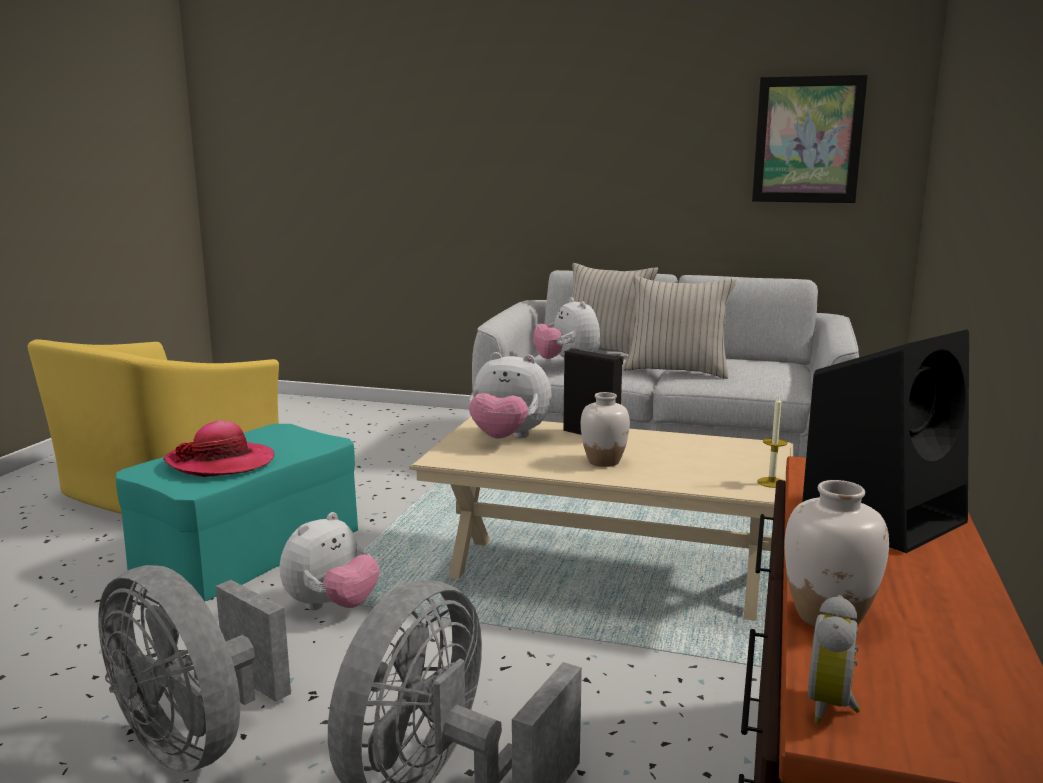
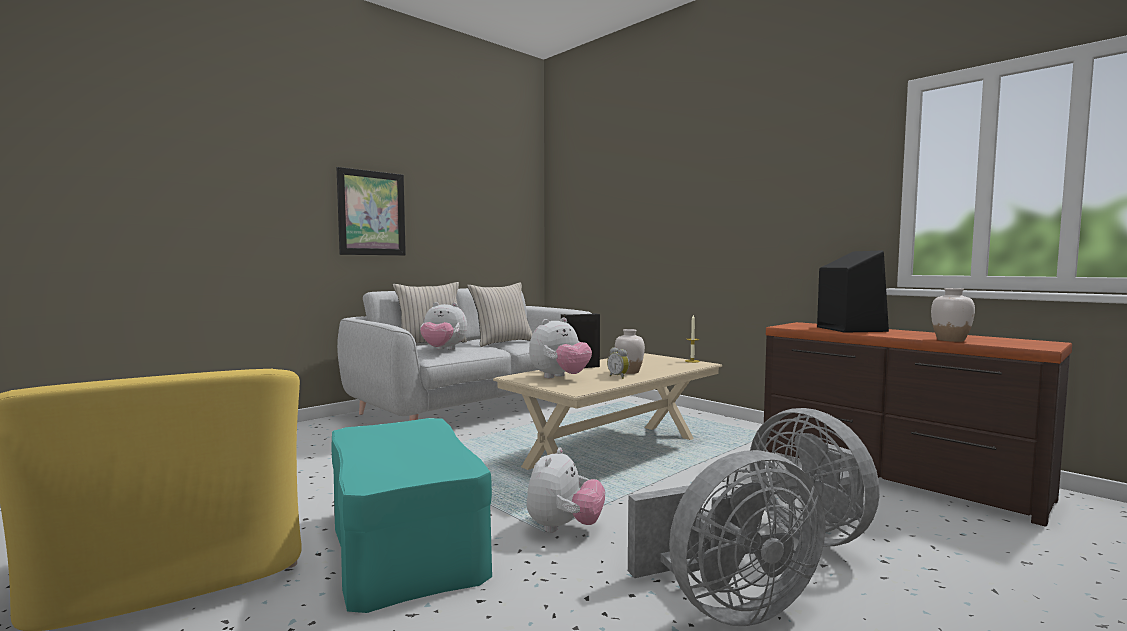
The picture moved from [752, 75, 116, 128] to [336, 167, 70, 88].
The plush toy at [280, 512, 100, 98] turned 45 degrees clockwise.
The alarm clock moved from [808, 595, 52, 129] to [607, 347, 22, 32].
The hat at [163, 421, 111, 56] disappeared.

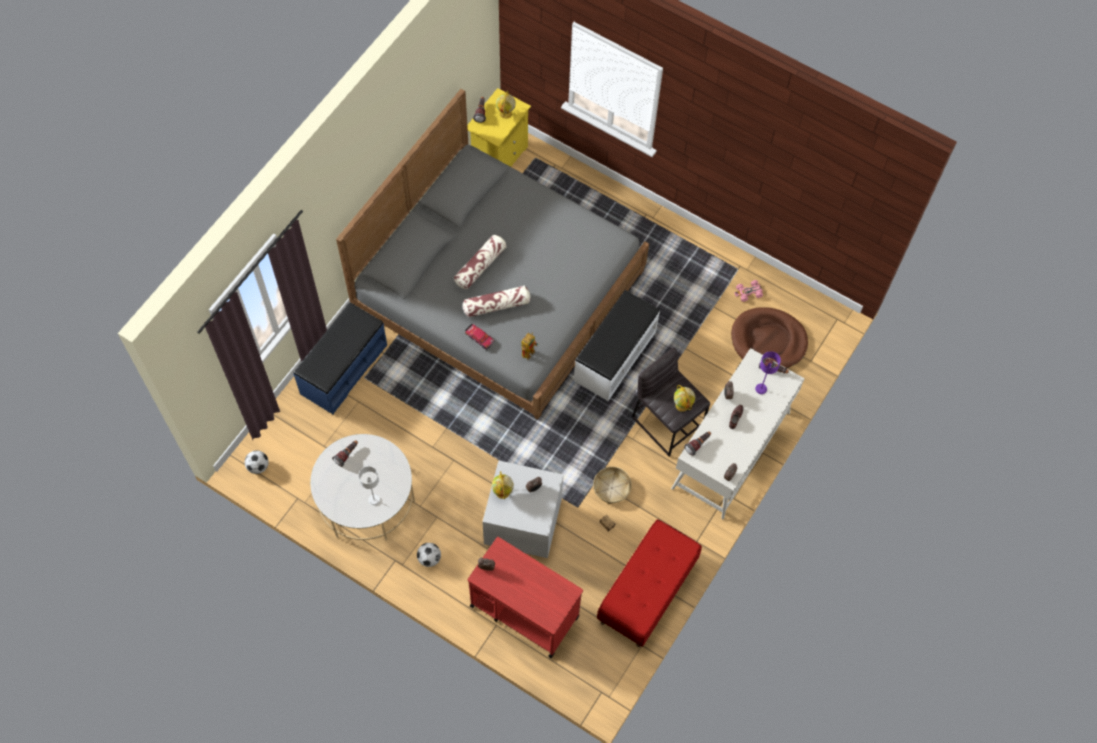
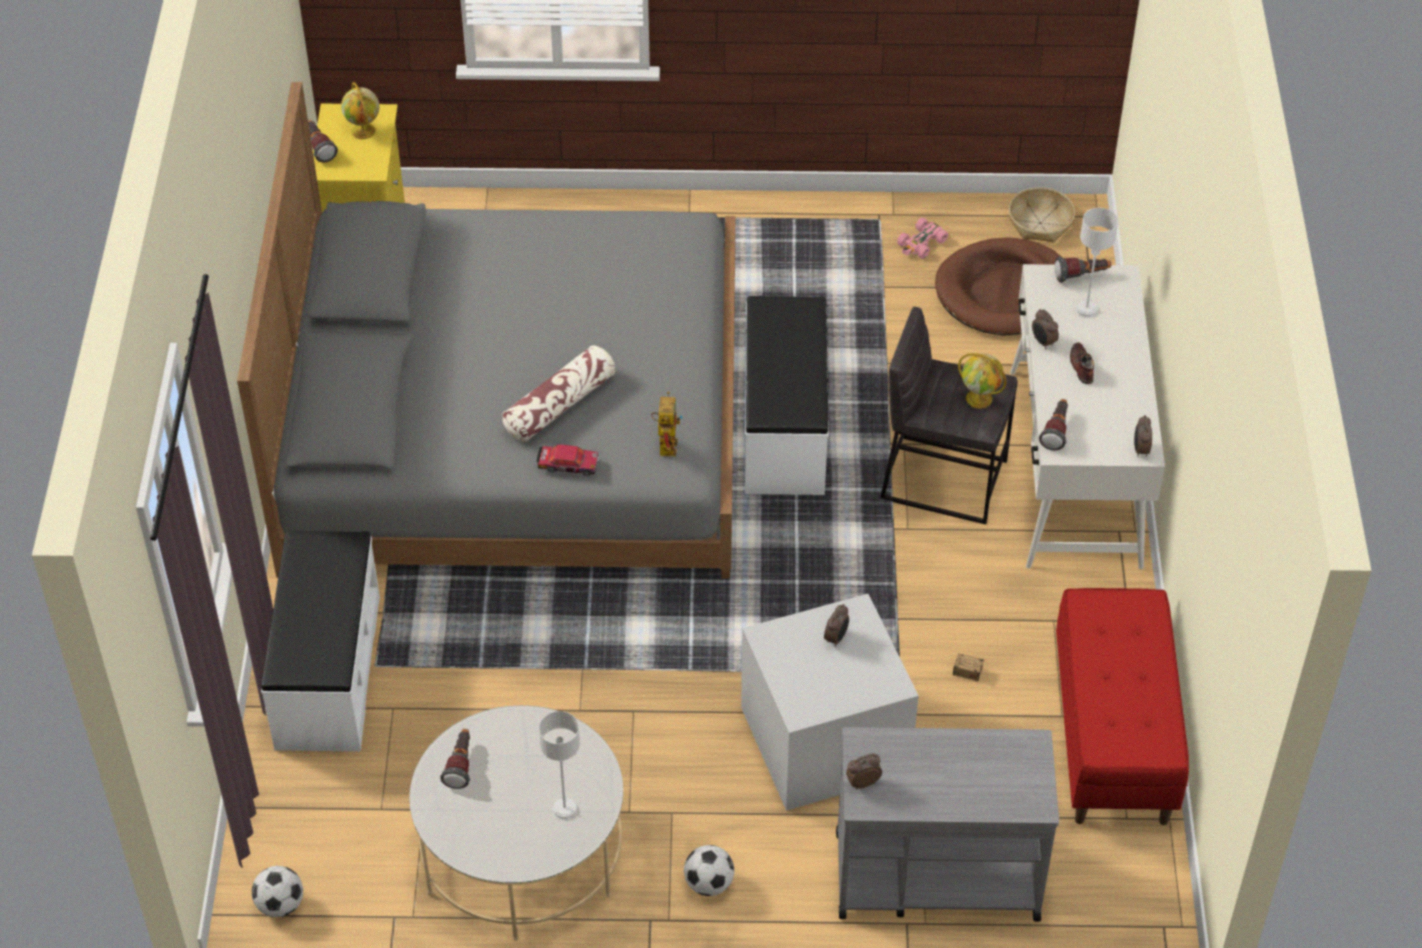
The blue bench at [293, 302, 94, 112] became the white bench at [261, 531, 119, 220].
The red cart at [468, 537, 115, 121] became the grey cart at [836, 727, 223, 195].
The basket moved from [593, 467, 39, 37] to [1009, 187, 66, 56].
The purple table lamp at [755, 351, 26, 43] became the grey table lamp at [1076, 208, 42, 110].
The pillow at [454, 235, 53, 54] disappeared.
The globe at [491, 471, 23, 28] disappeared.

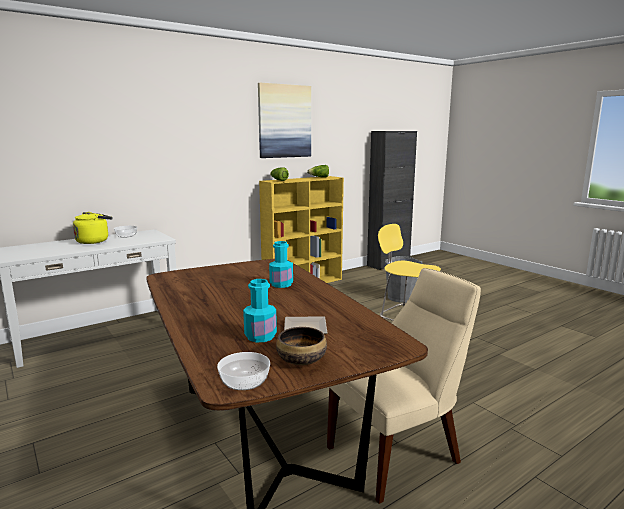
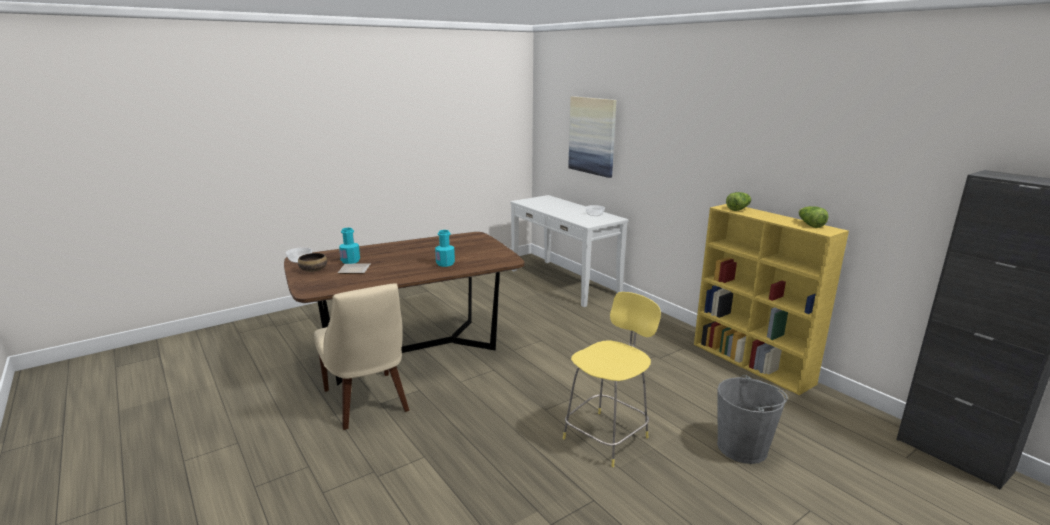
The picture moved from [258, 83, 53, 75] to [568, 96, 48, 82].
The yellow kettle at [73, 212, 40, 32] disappeared.

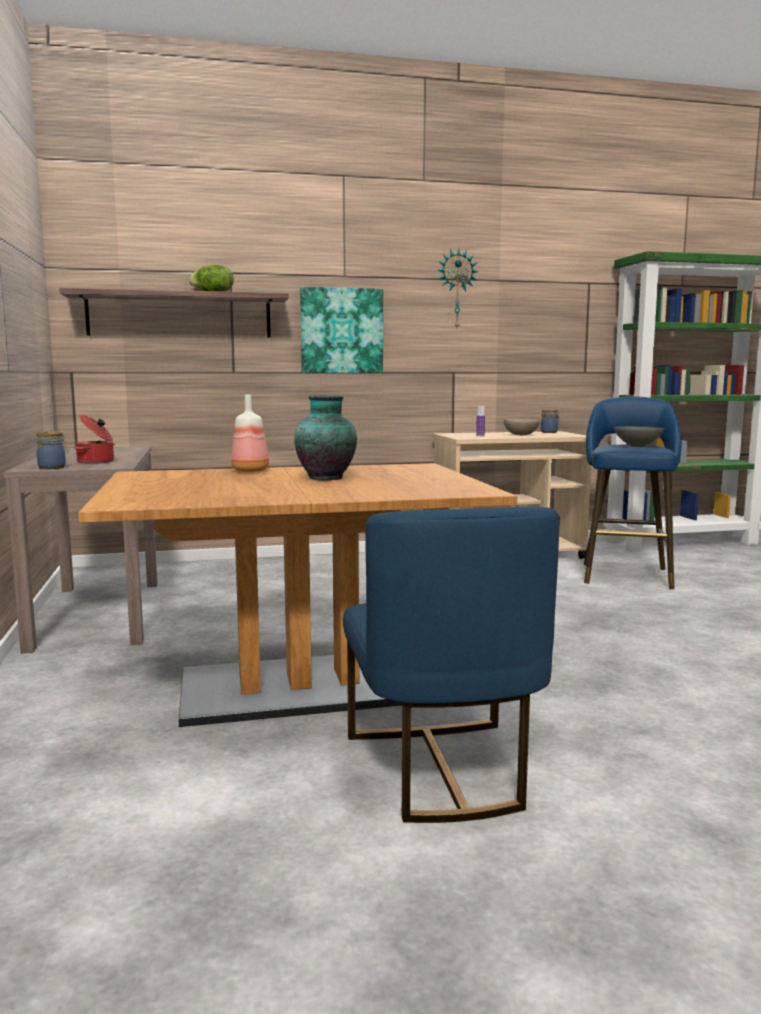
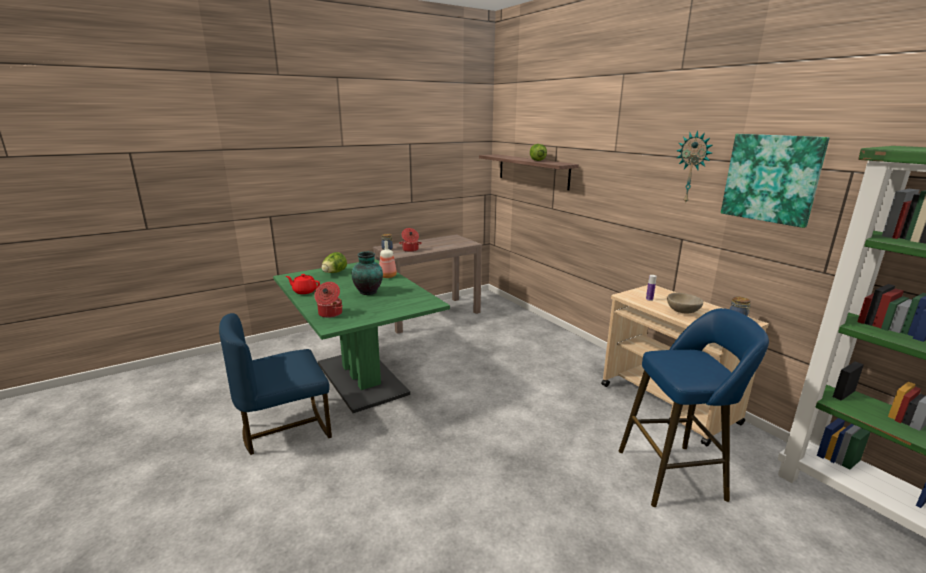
The brown dining table at [78, 463, 439, 264] became the green dining table at [273, 259, 177, 154].
The red teapot at [286, 274, 34, 20] appeared.
The cooking pot at [314, 282, 29, 36] appeared.
The lettuce at [321, 252, 26, 21] appeared.
The picture moved from [300, 287, 83, 86] to [721, 134, 108, 94].
The grey bowl at [614, 426, 50, 21] disappeared.

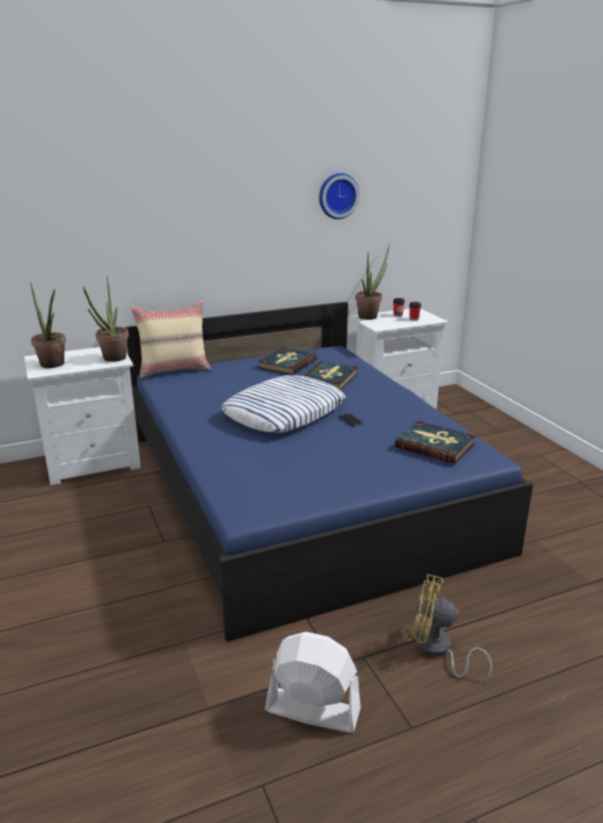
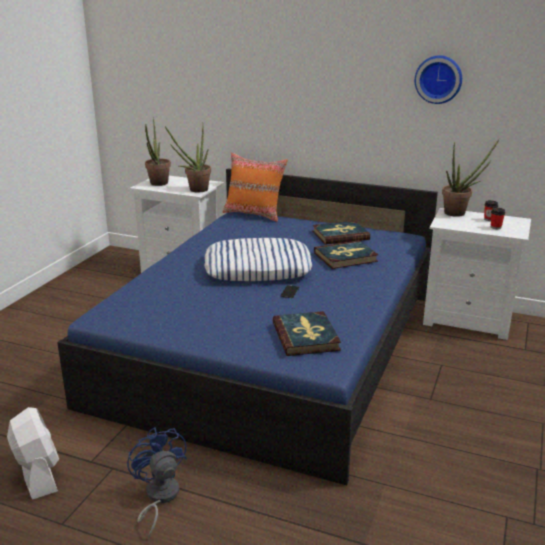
The yellow fan at [413, 574, 79, 108] became the blue fan at [127, 427, 60, 111].
The beige pillow at [131, 301, 80, 77] became the orange pillow at [223, 153, 65, 69].

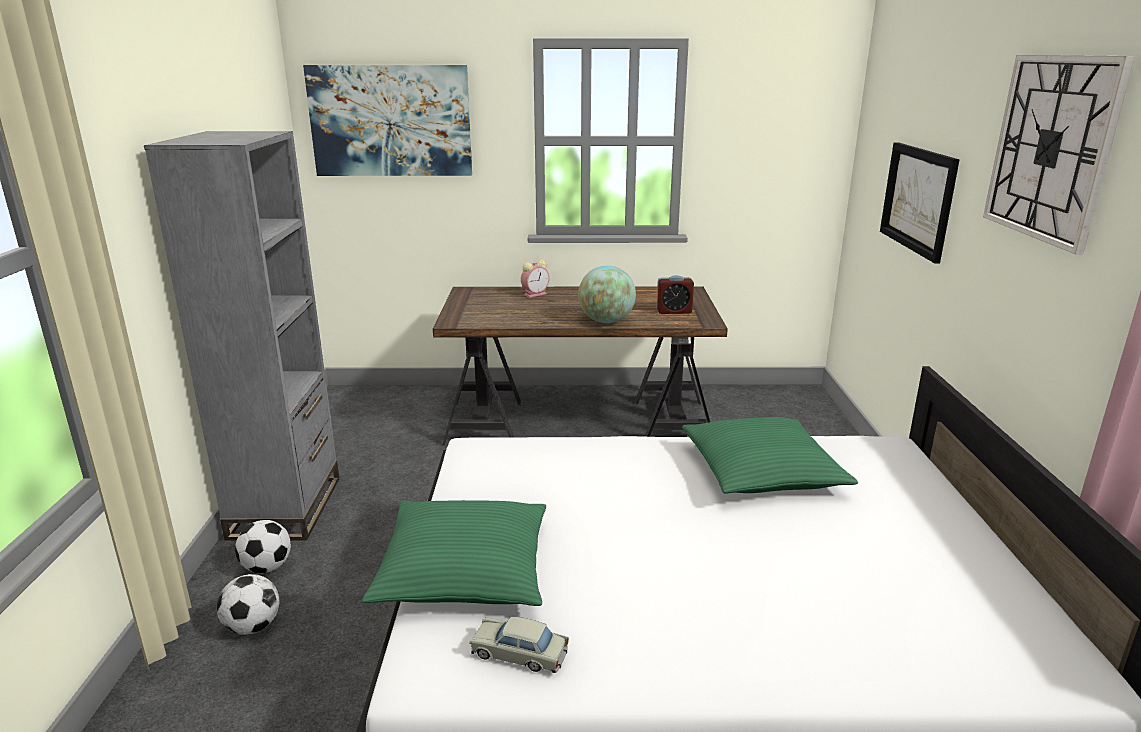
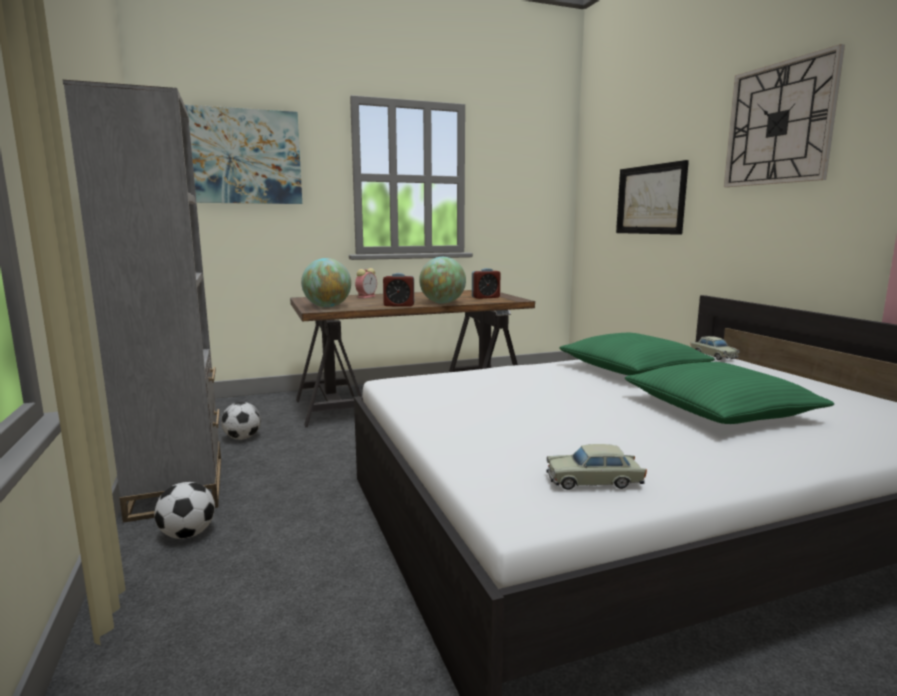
The football moved from [217, 574, 62, 61] to [221, 402, 40, 38].
The globe at [301, 258, 50, 49] appeared.
The alarm clock at [383, 273, 31, 34] appeared.
The green pillow moved from [362, 500, 184, 106] to [625, 362, 209, 62].
The beige toy car at [691, 336, 49, 24] appeared.

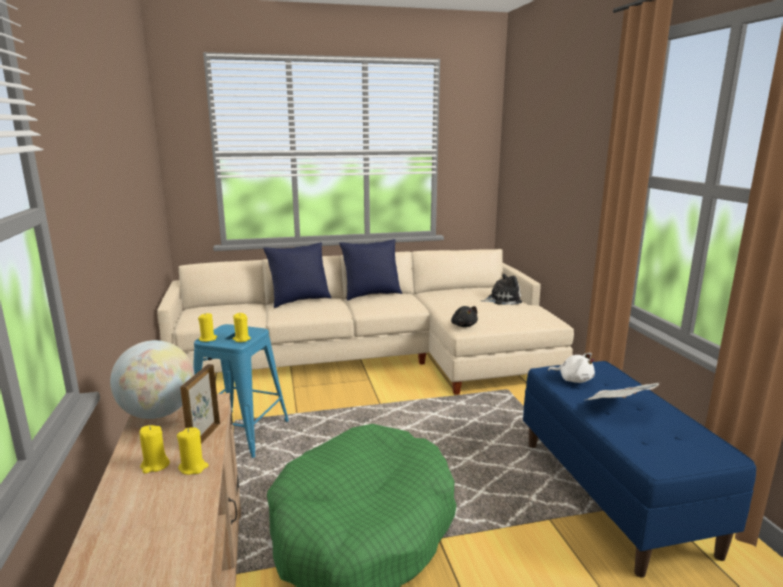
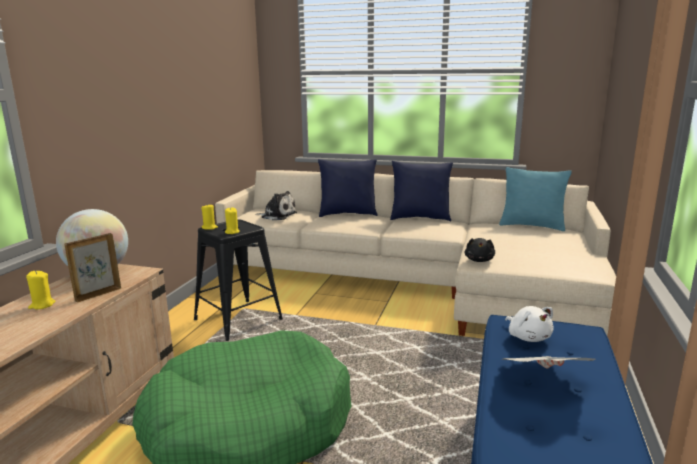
The blue stool at [193, 324, 96, 134] became the black stool at [194, 219, 89, 122].
The plush toy moved from [481, 274, 41, 31] to [255, 191, 42, 29].
The turquoise pillow at [499, 167, 73, 64] appeared.
The yellow candle at [177, 427, 32, 48] disappeared.

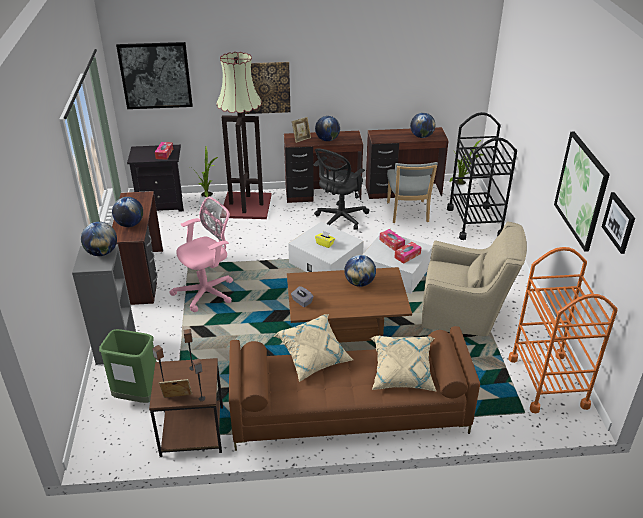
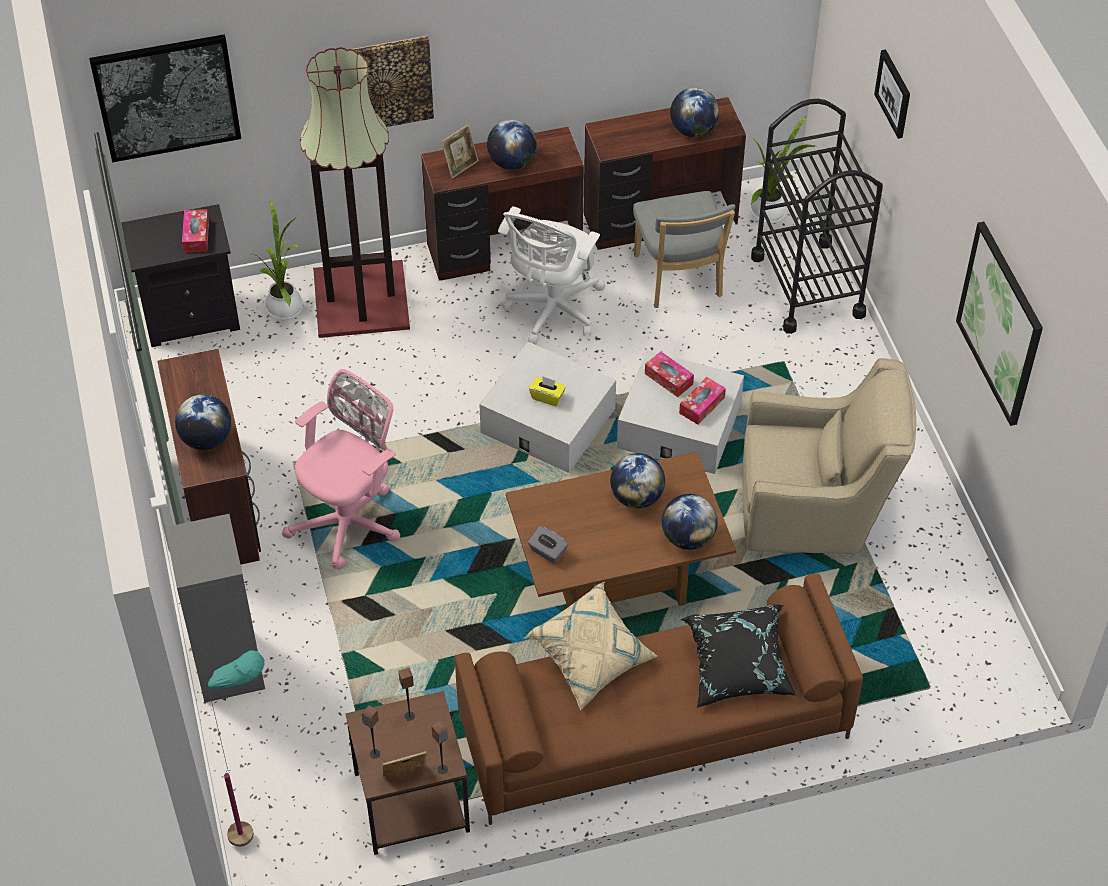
The turquoise floor lamp at [208, 650, 56, 197] appeared.
The black office chair at [313, 148, 56, 82] became the white office chair at [498, 206, 107, 138].
The globe moved from [81, 222, 36, 34] to [662, 494, 56, 56].
The beige pillow at [370, 336, 67, 56] became the black pillow at [680, 604, 117, 103].
The picture moved from [602, 192, 33, 62] to [874, 49, 36, 90].
The green trash can at [99, 329, 58, 74] disappeared.
The orange cart at [509, 247, 109, 166] disappeared.

